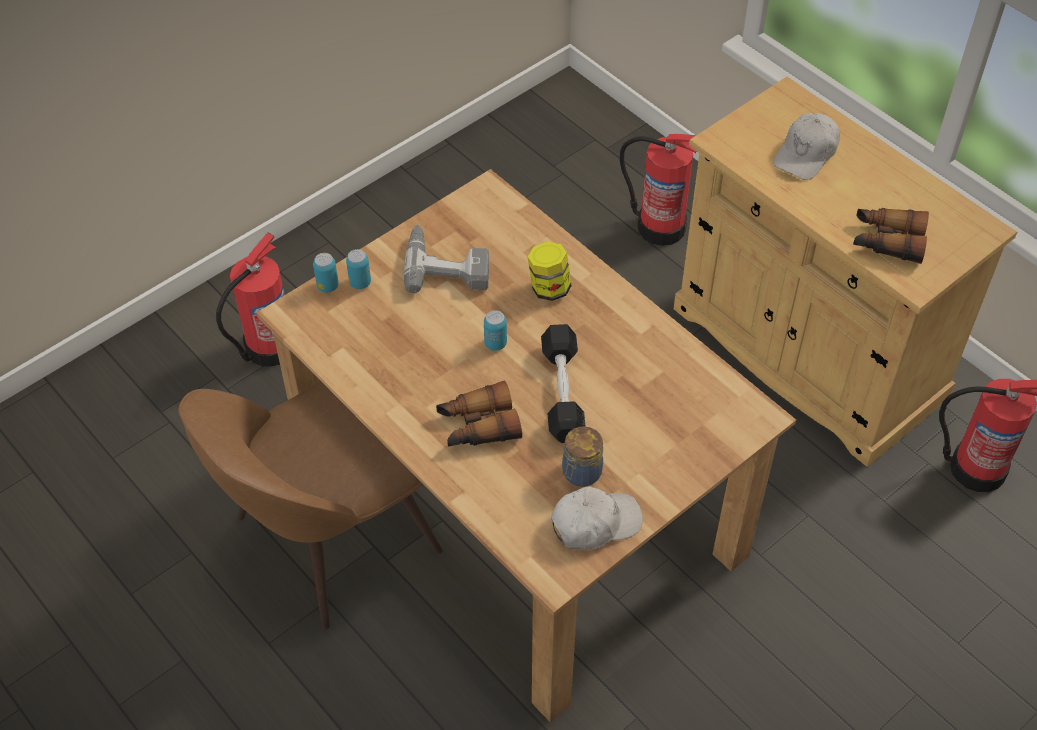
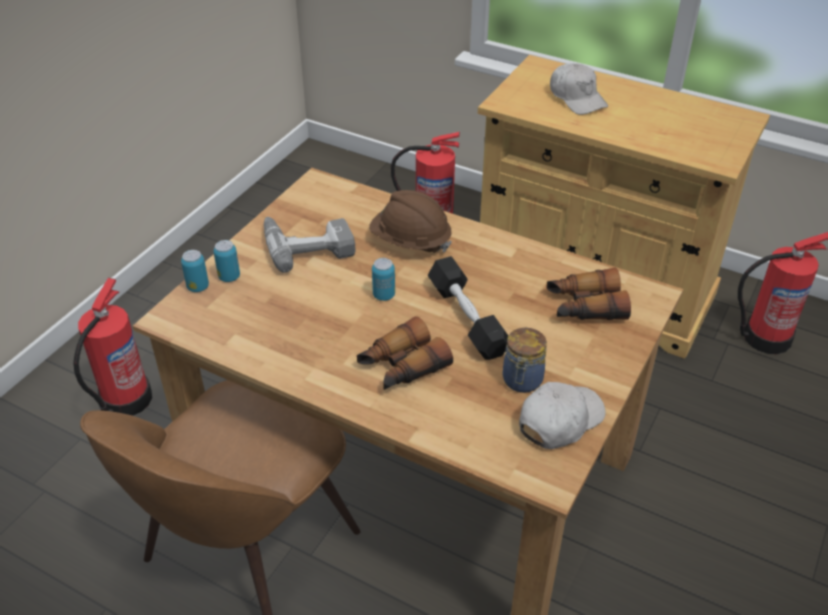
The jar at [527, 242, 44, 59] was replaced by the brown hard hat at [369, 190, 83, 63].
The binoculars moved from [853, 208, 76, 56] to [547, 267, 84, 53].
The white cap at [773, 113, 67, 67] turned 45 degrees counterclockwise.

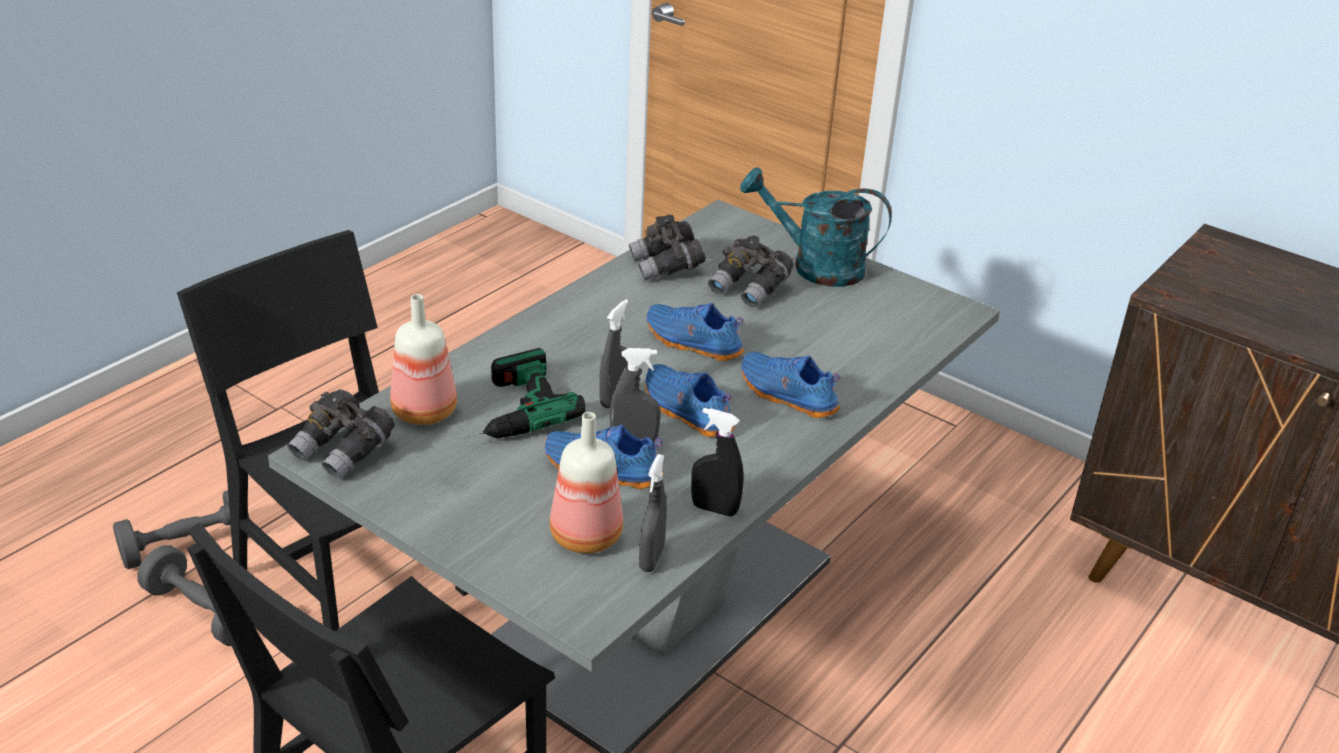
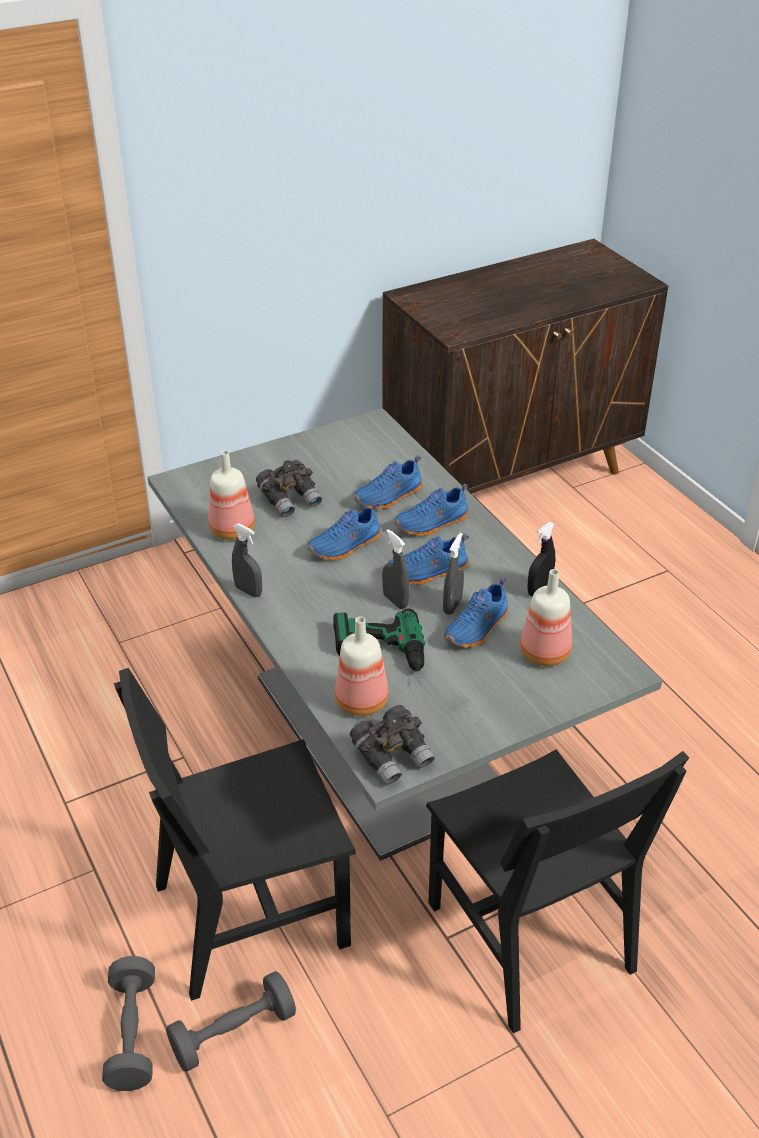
The grey binoculars at [629, 215, 77, 66] was replaced by the bottle at [208, 450, 47, 90].
The grey spray bottle moved from [639, 454, 28, 118] to [232, 524, 30, 73].
The blue shoe at [353, 455, 69, 55] appeared.
The turquoise watering can at [740, 167, 152, 120] disappeared.

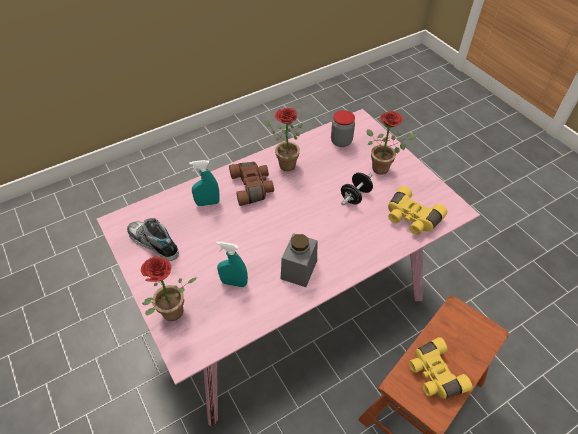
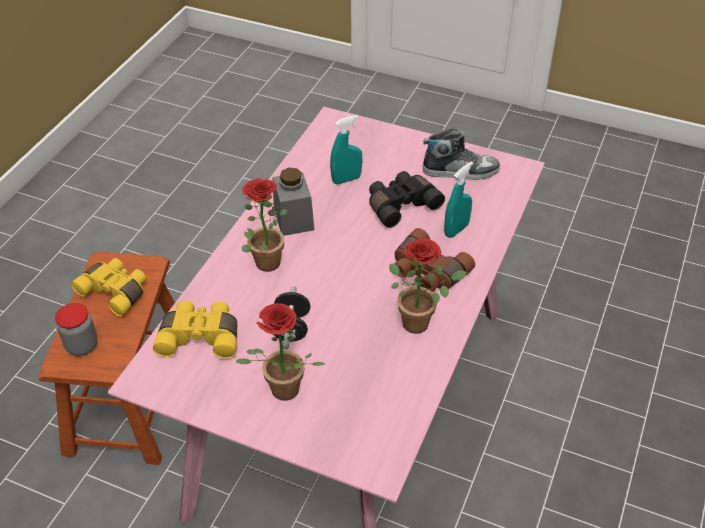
The jar moved from [331, 110, 24, 37] to [55, 303, 43, 53].
The potted plant moved from [141, 256, 57, 65] to [242, 178, 45, 94].
The black binoculars at [369, 171, 76, 57] appeared.

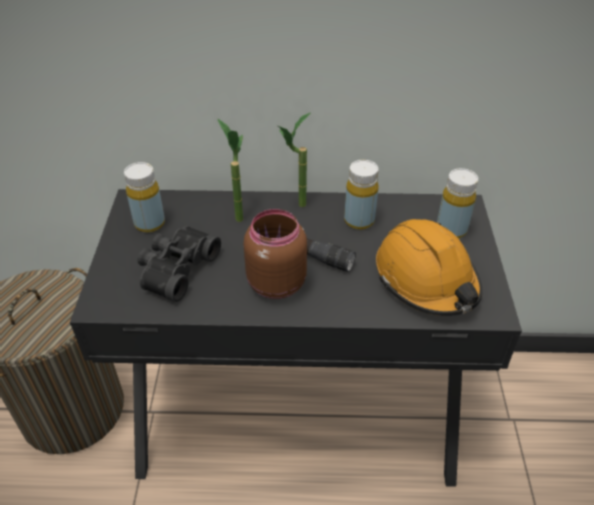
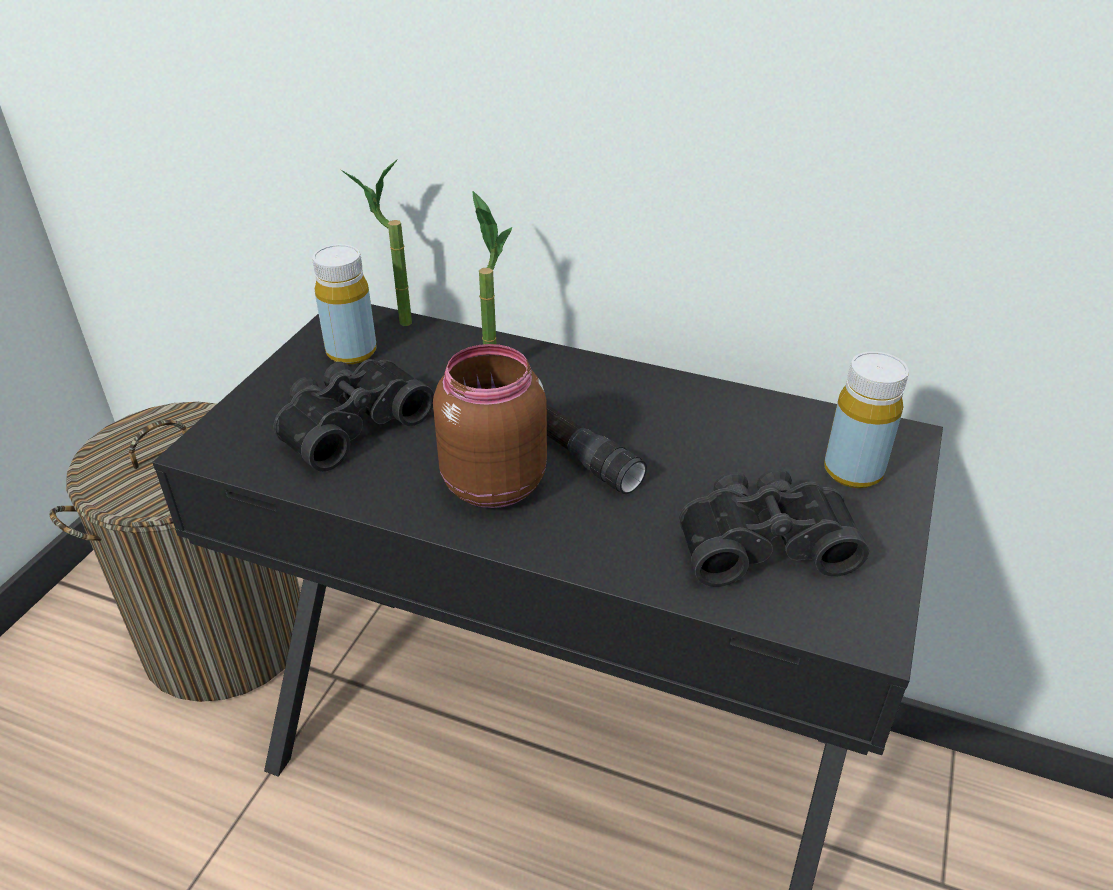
The potted plant moved from [277, 113, 33, 94] to [341, 159, 71, 167].
The orange hard hat at [376, 219, 106, 97] was replaced by the black binoculars at [679, 468, 190, 119].
The yellow bottle at [344, 160, 35, 70] disappeared.

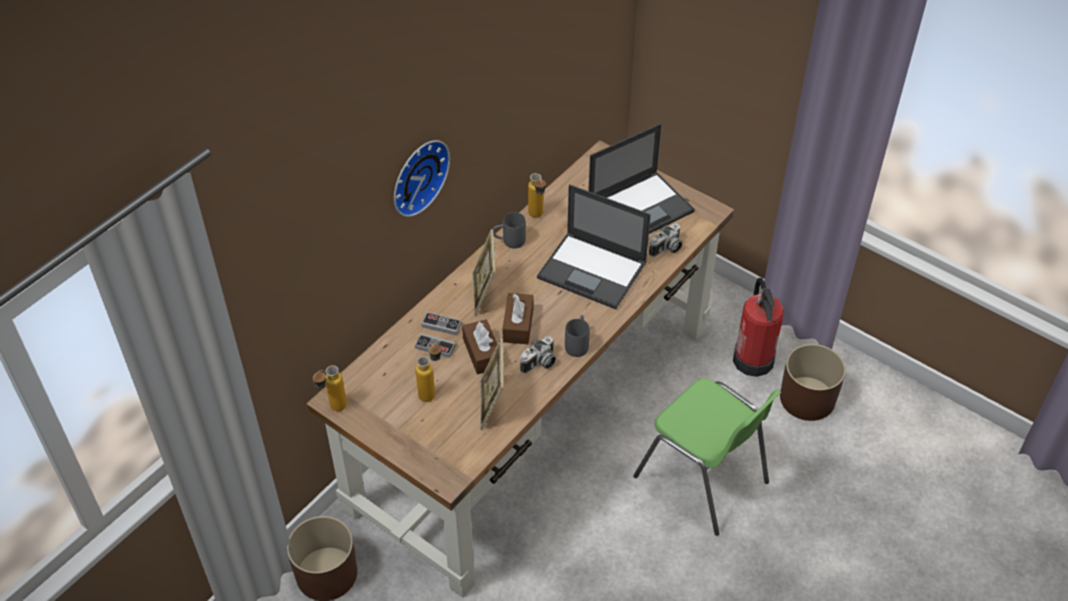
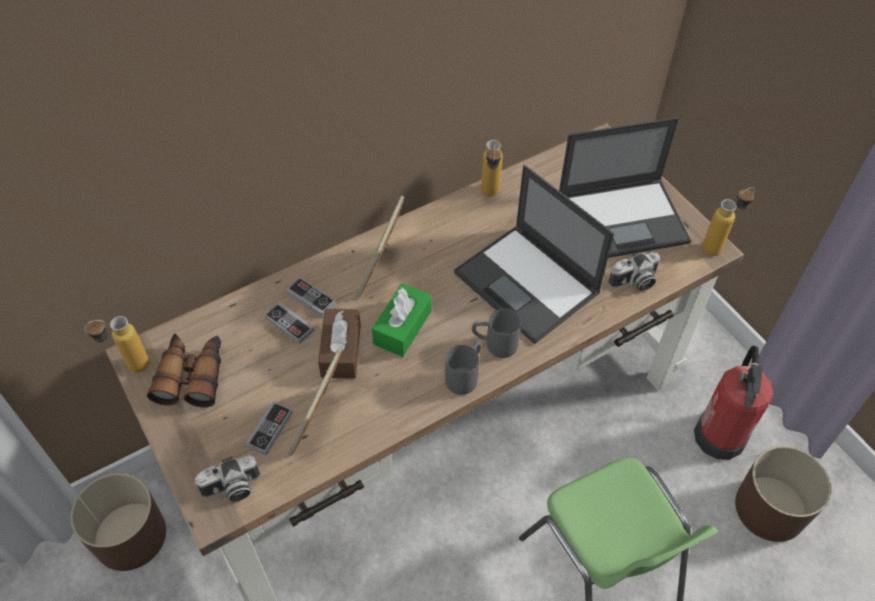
The binoculars at [147, 334, 74, 74] appeared.
The photo camera moved from [520, 336, 36, 38] to [194, 455, 66, 46].
The game controller at [245, 401, 48, 54] appeared.
The brown tissue box at [502, 293, 32, 51] became the green tissue box at [372, 283, 60, 74].
The grey mug moved from [493, 212, 33, 36] to [472, 309, 49, 49].
The bottle moved from [416, 343, 25, 59] to [702, 187, 53, 69].
The wall clock at [394, 140, 56, 77] disappeared.

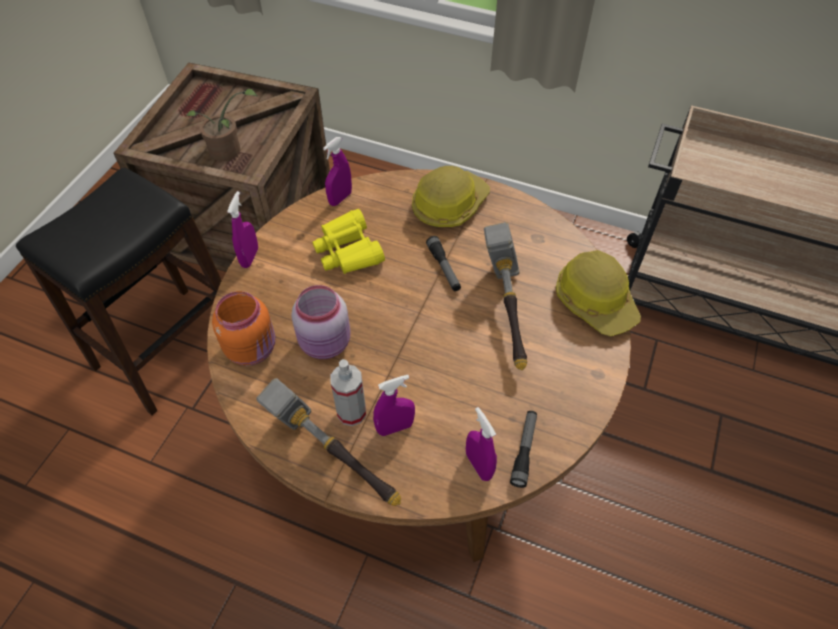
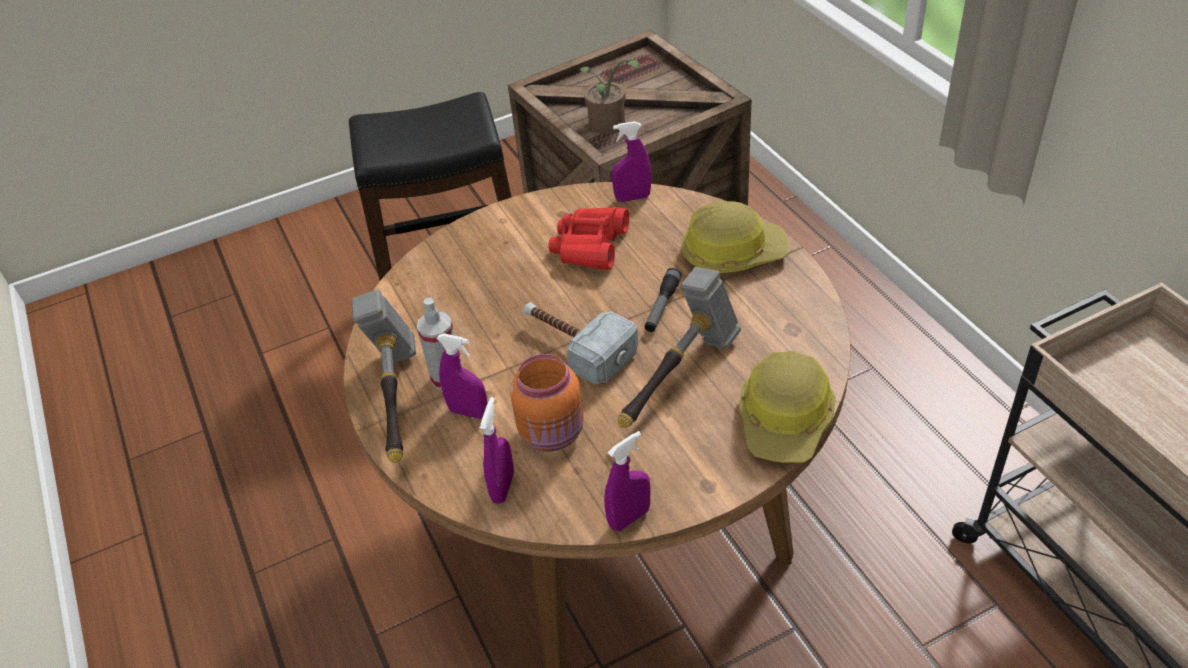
The orange jar moved from [212, 291, 64, 75] to [510, 354, 74, 97].
The hammer at [524, 303, 114, 81] appeared.
The yellow binoculars at [312, 209, 73, 65] became the red binoculars at [548, 207, 81, 63].
The purple spray bottle moved from [227, 191, 31, 77] to [604, 431, 47, 100].
The pink jar at [291, 285, 60, 74] disappeared.
The flashlight at [510, 411, 27, 77] disappeared.

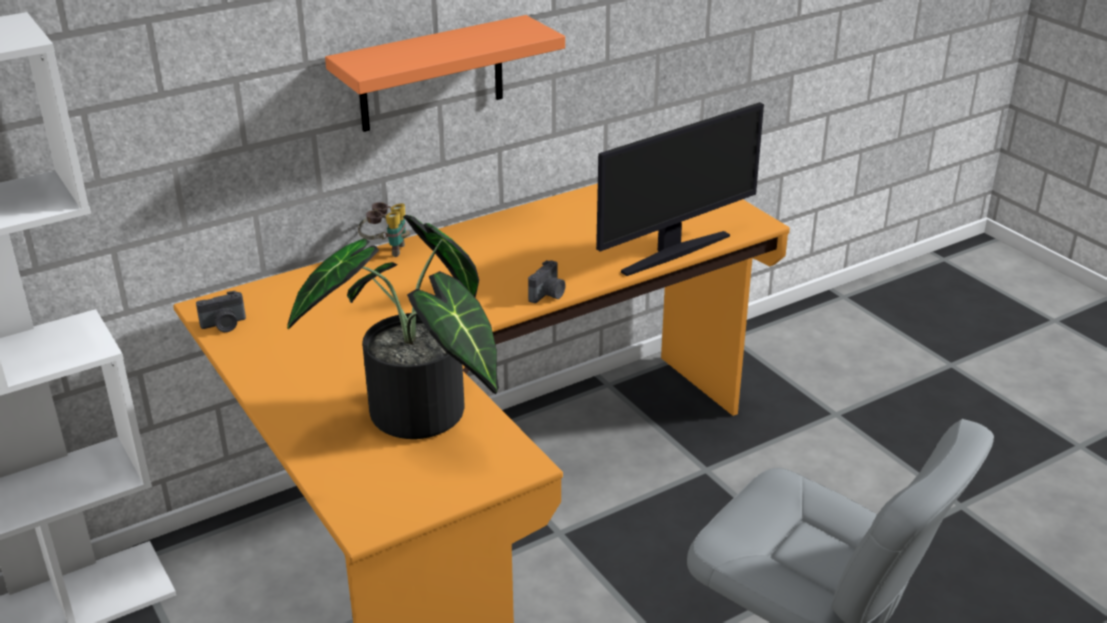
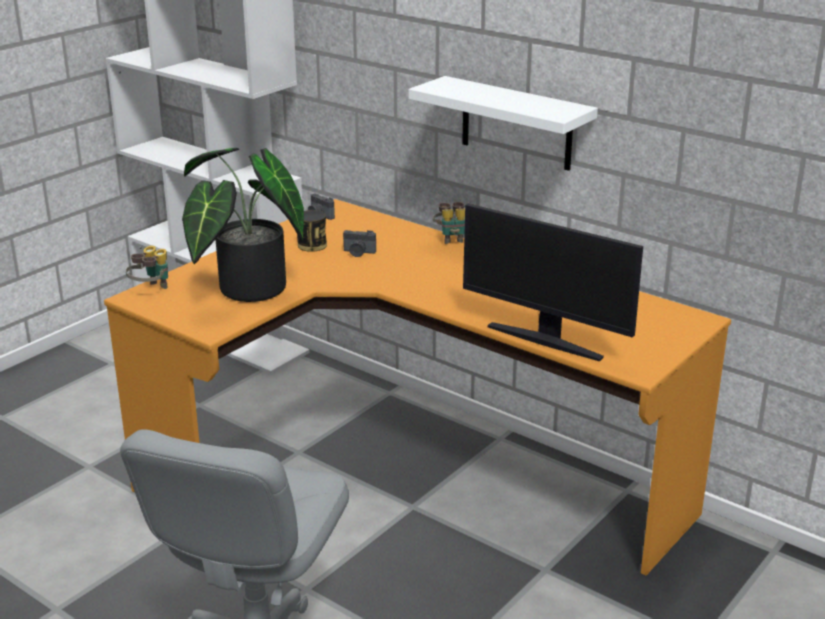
The binoculars at [126, 246, 42, 43] appeared.
The can at [297, 210, 30, 42] appeared.
The photo camera moved from [528, 260, 38, 43] to [343, 230, 33, 27].
The orange shelf at [325, 15, 240, 117] became the white shelf at [409, 76, 189, 95].

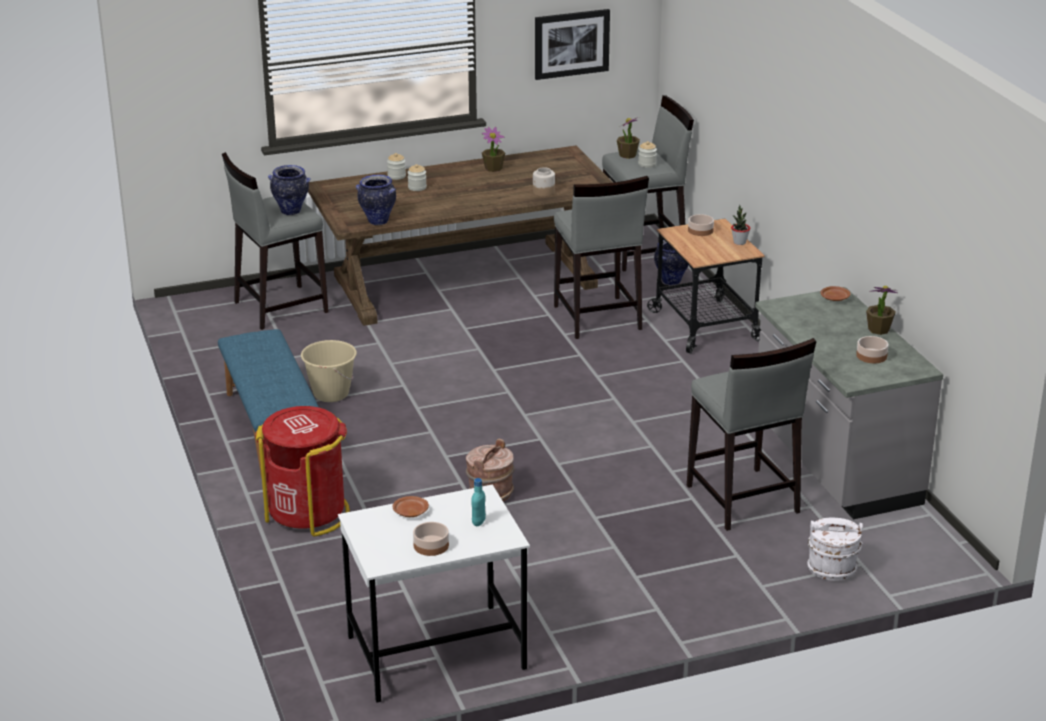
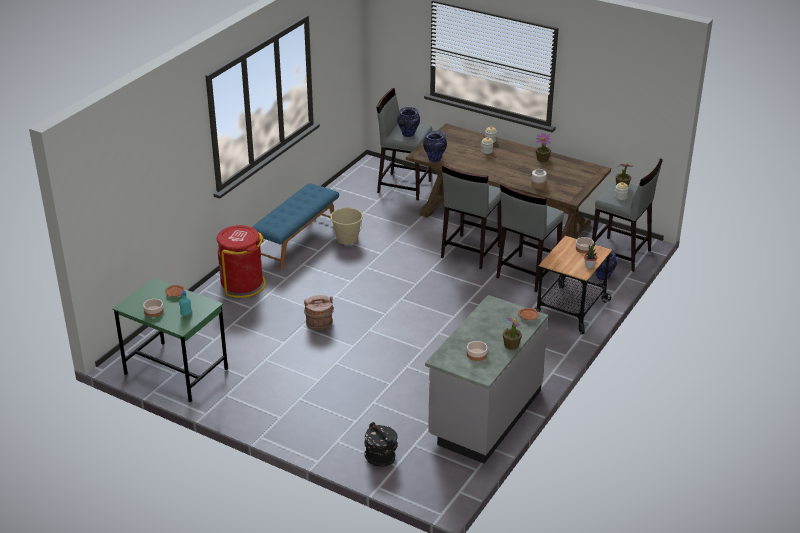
The white desk at [338, 484, 192, 219] became the green desk at [112, 278, 116, 124].
The white bucket at [807, 518, 56, 63] became the black bucket at [364, 422, 34, 45].
The grey stool moved from [687, 338, 130, 193] to [441, 164, 60, 105].
The picture at [535, 9, 75, 71] disappeared.

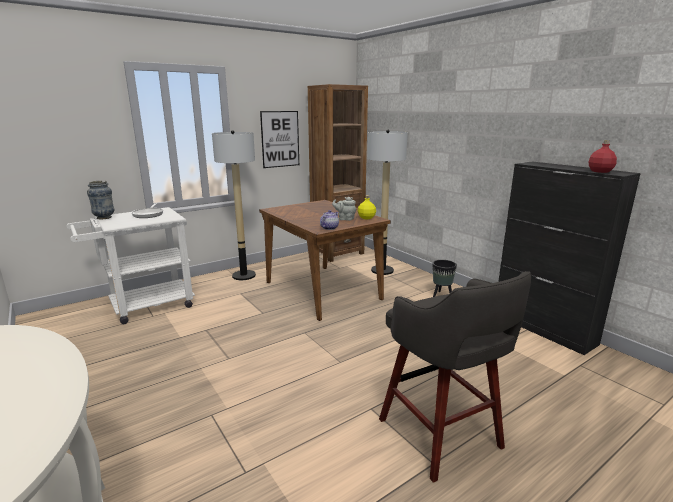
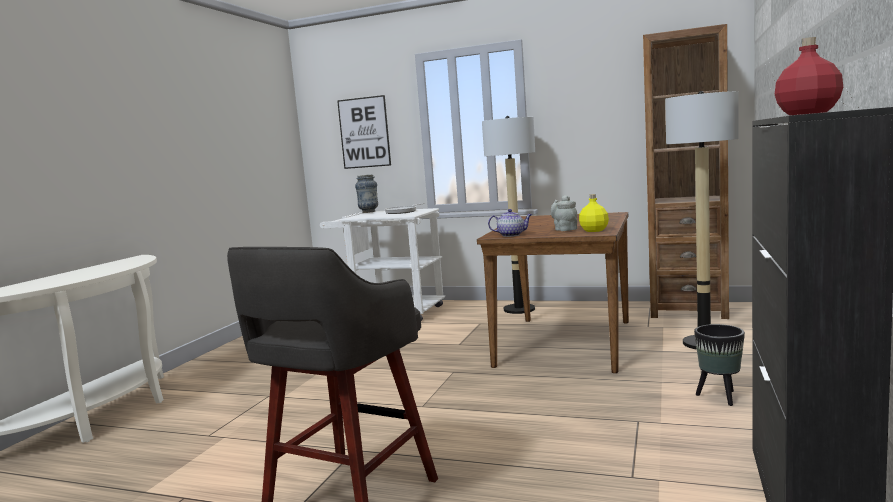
The picture moved from [260, 111, 39, 57] to [337, 95, 54, 74].

